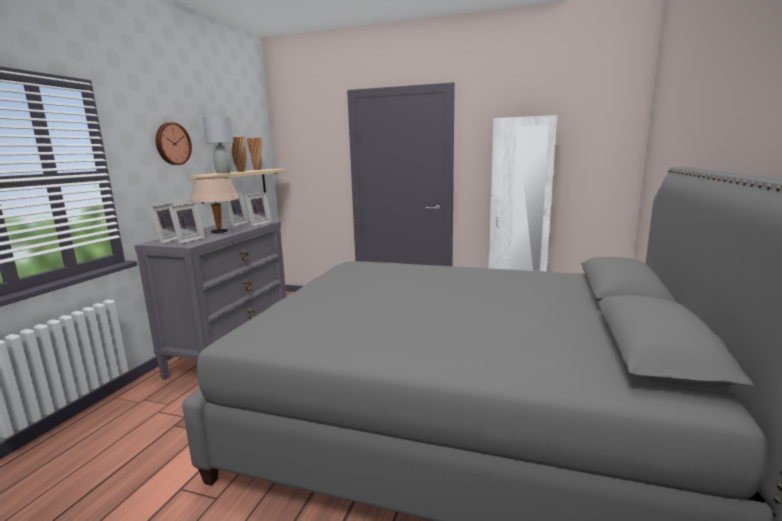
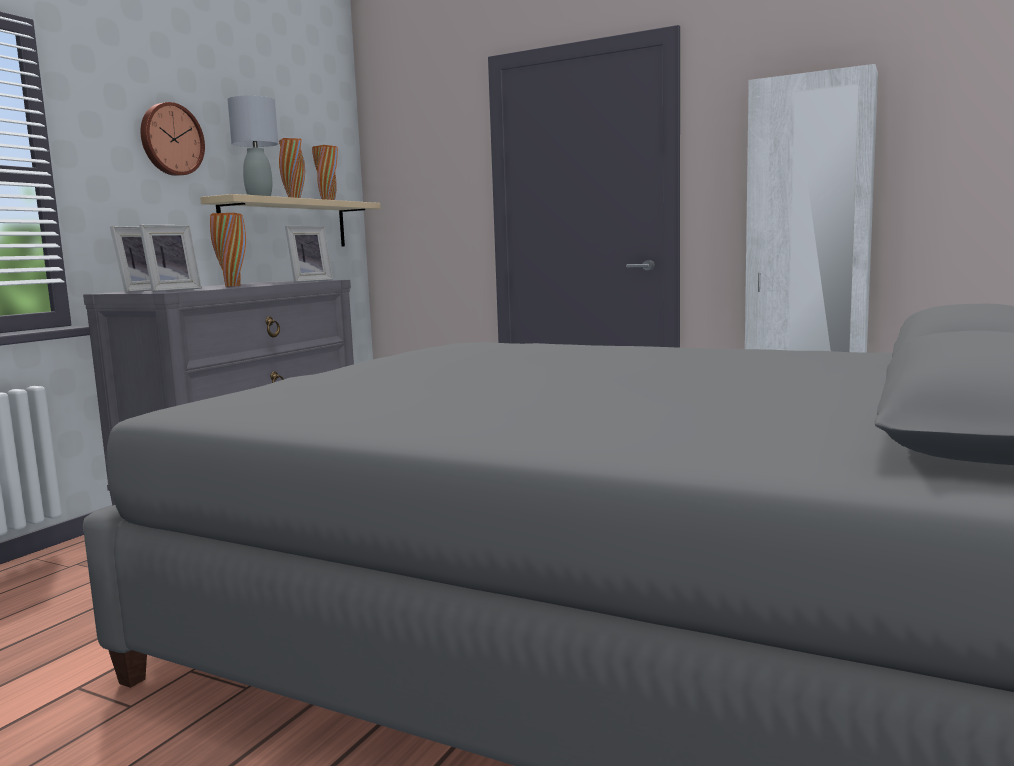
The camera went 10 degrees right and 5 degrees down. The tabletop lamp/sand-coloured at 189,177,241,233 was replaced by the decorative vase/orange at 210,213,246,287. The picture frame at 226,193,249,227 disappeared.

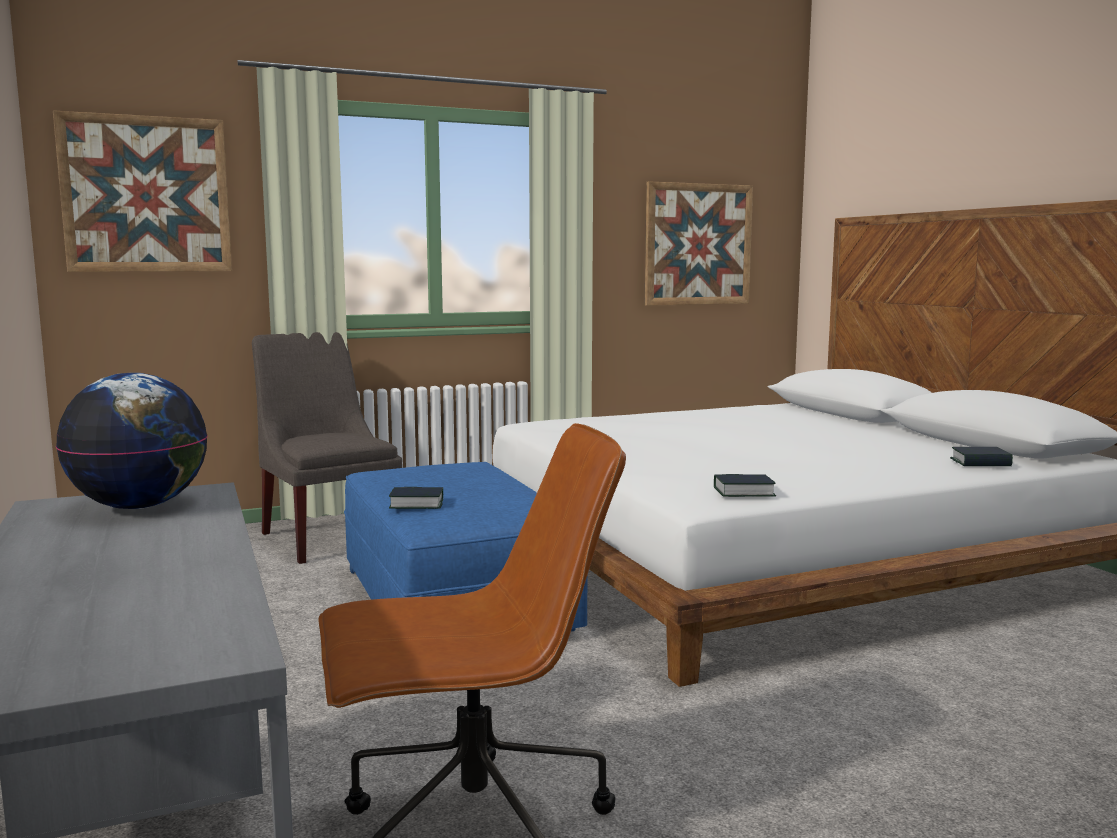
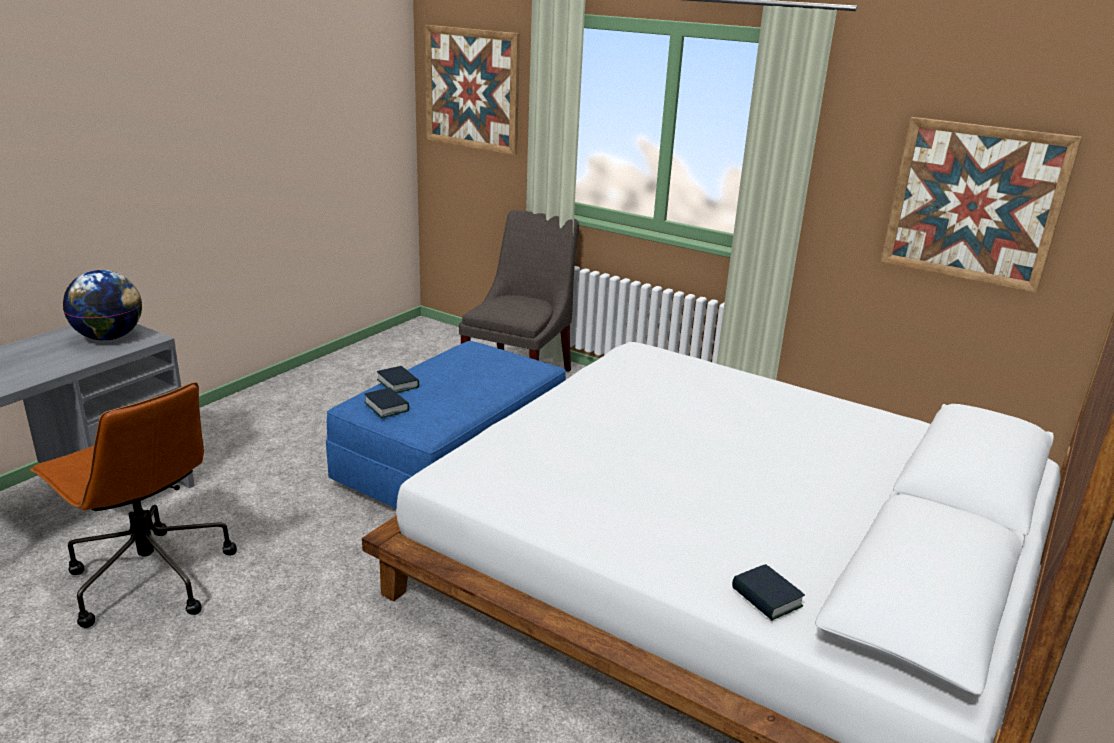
The camera went 55 degrees right and 15 degrees up. The volume moved from 714,474,776,497 to 364,388,409,418.

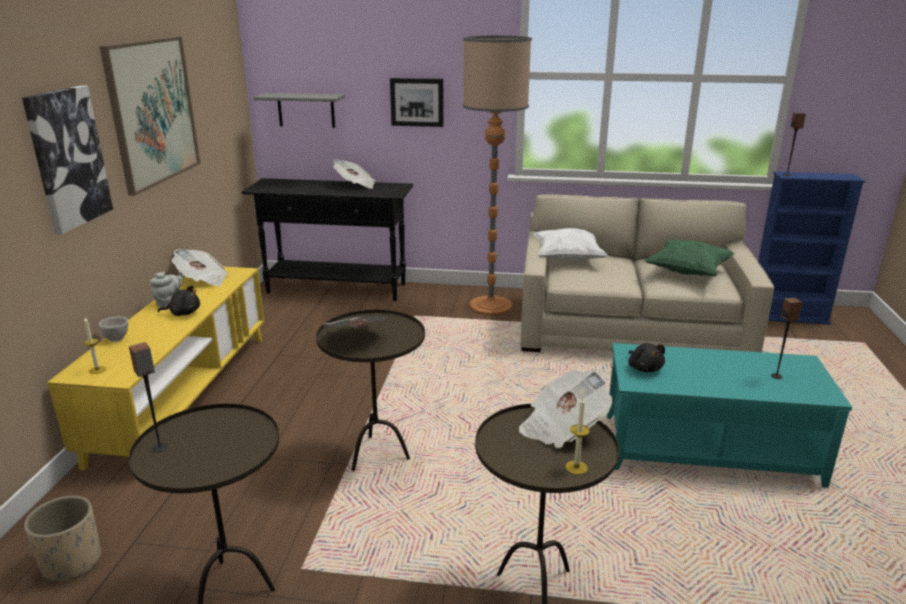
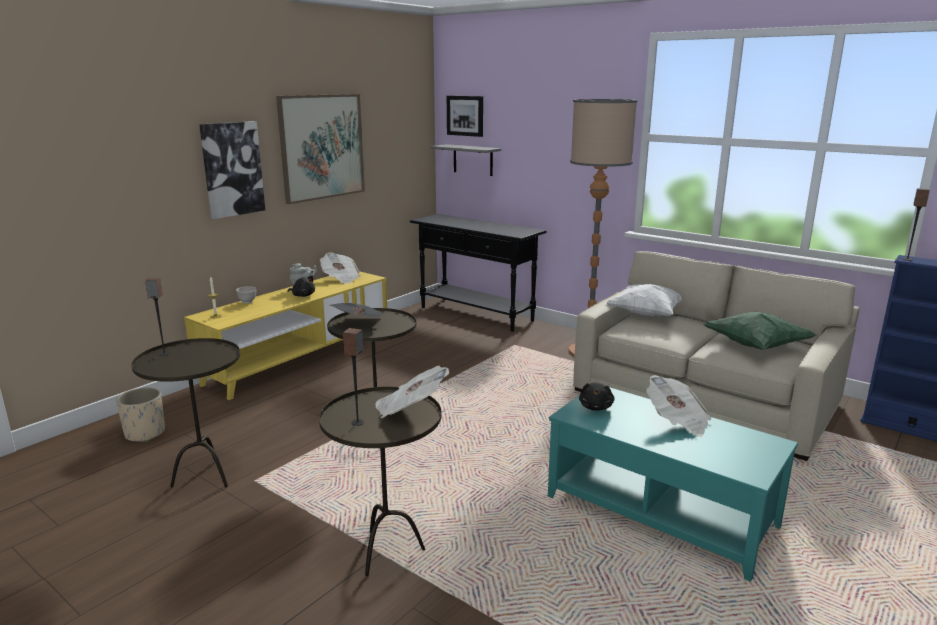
The camera went 30 degrees right and 5 degrees down. The picture moved from 390,78,444,127 to 447,96,483,137. The daily paper moved from 333,159,375,189 to 646,375,711,437. The loudspeaker moved from 771,298,802,379 to 343,328,364,426. The candle at 565,397,590,475 disappeared.

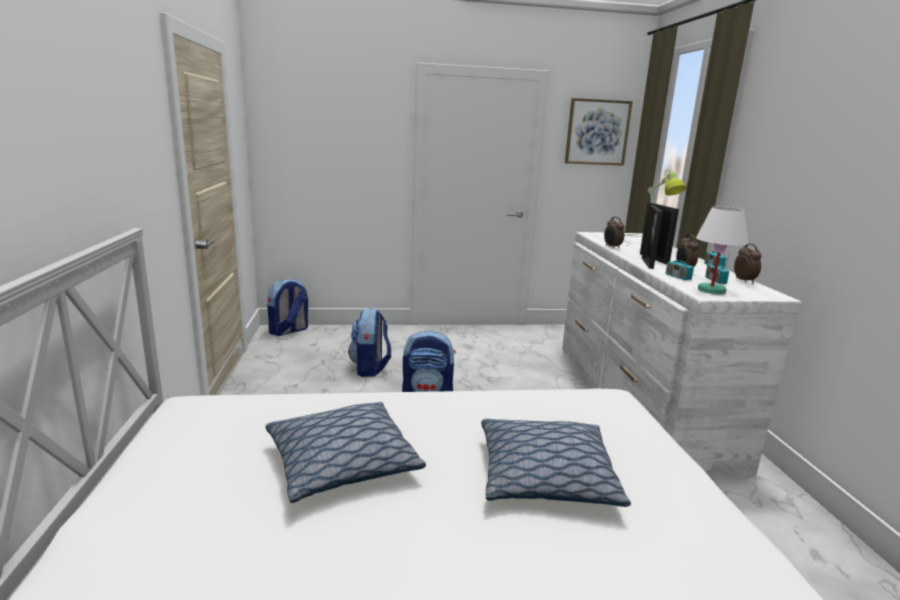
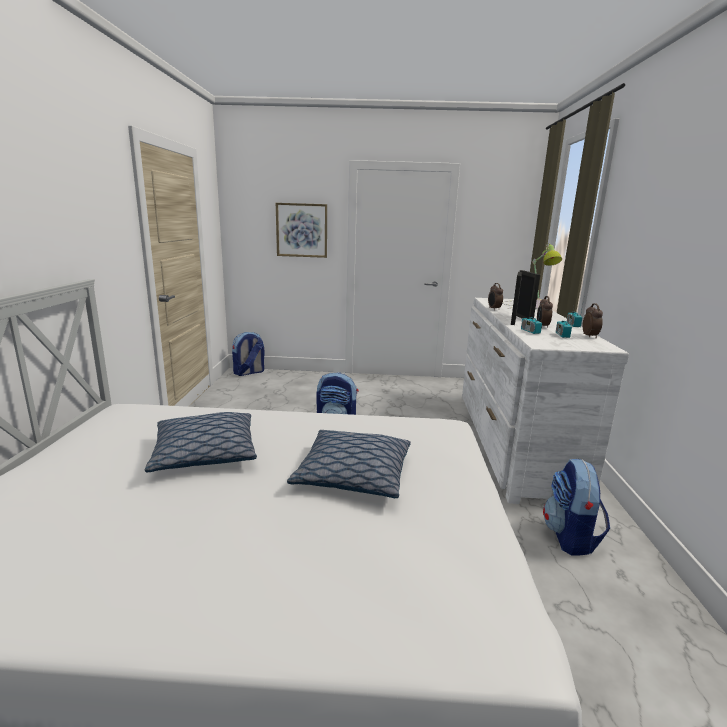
The camera went 10 degrees right and 0 degrees up. The picture moved from 565,98,633,166 to 276,203,327,258. The tabletop lamp/whitish at 696,207,748,294 disappeared. The knapsack moved from 348,308,391,377 to 543,459,610,556.

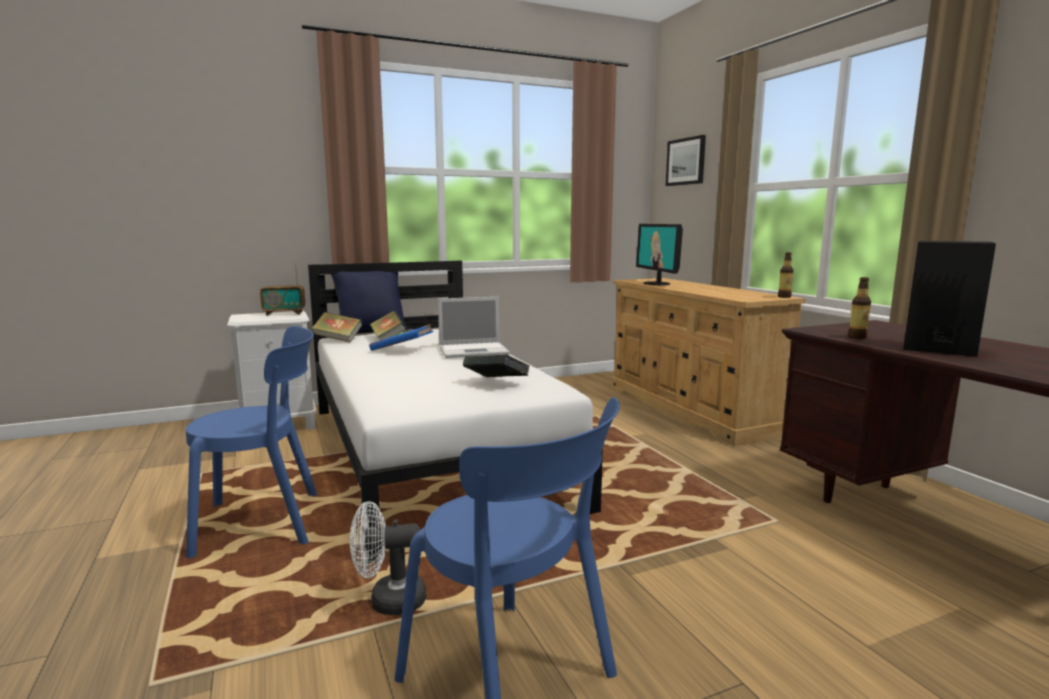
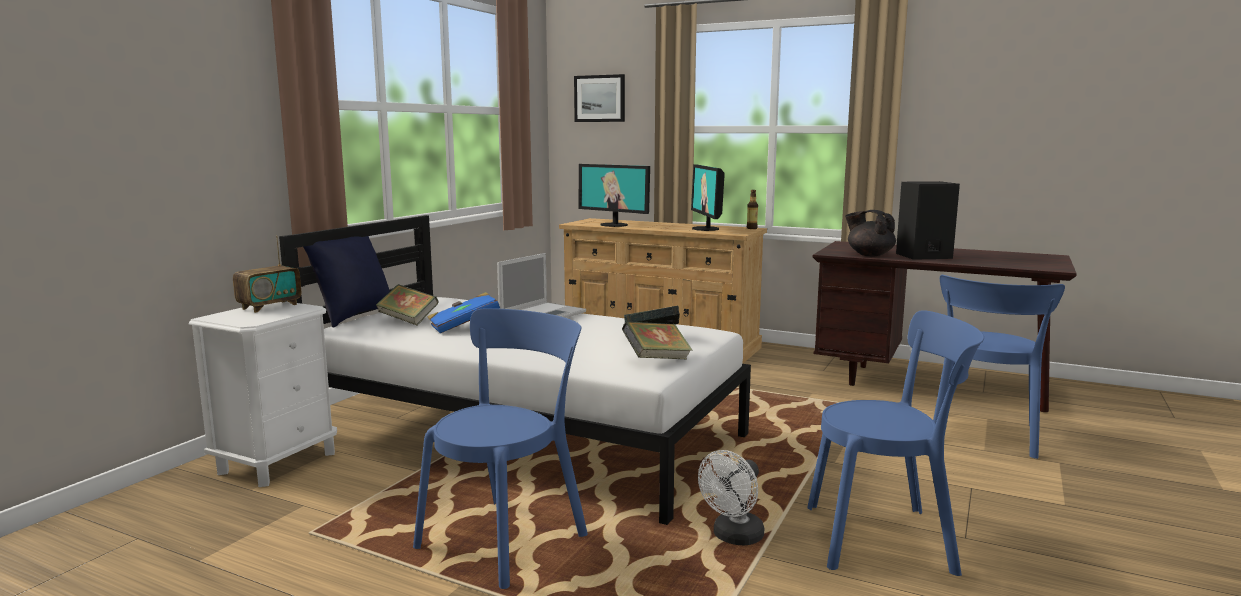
The camera went 40 degrees left and 0 degrees up. The bottle at 848,277,871,339 was replaced by the teapot/black-coloured at 845,210,896,256. The volume moved from 311,312,362,343 to 622,321,693,360. The computer display at 691,164,725,231 appeared. The upright chair/bluish at 933,275,1065,459 appeared.

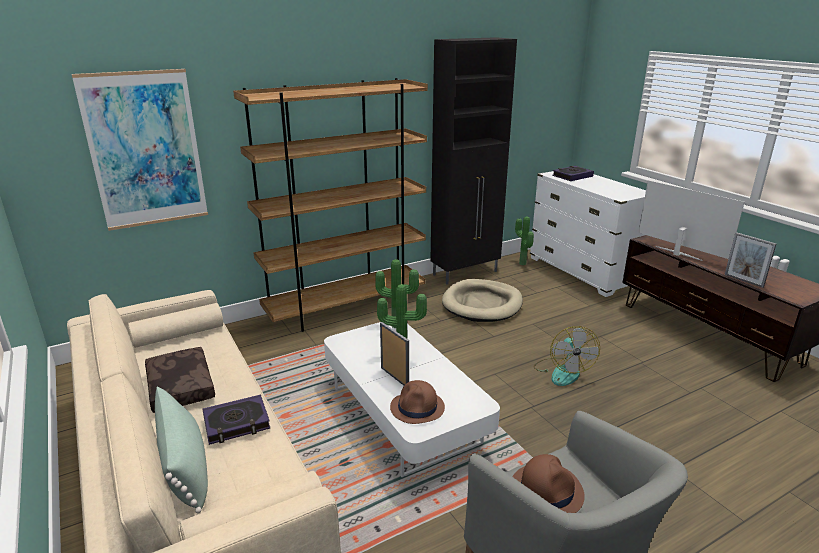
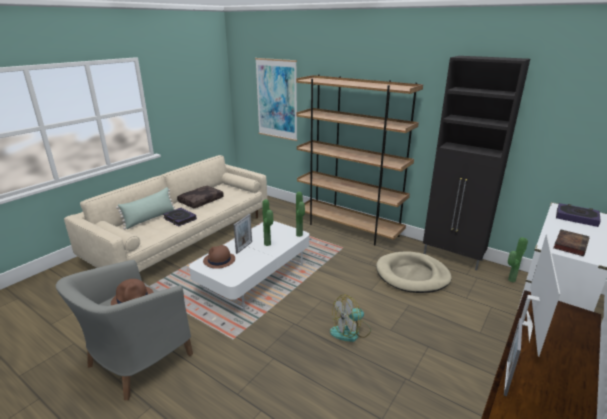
The camera went 65 degrees right and 0 degrees up. The volume at 553,230,589,256 appeared.

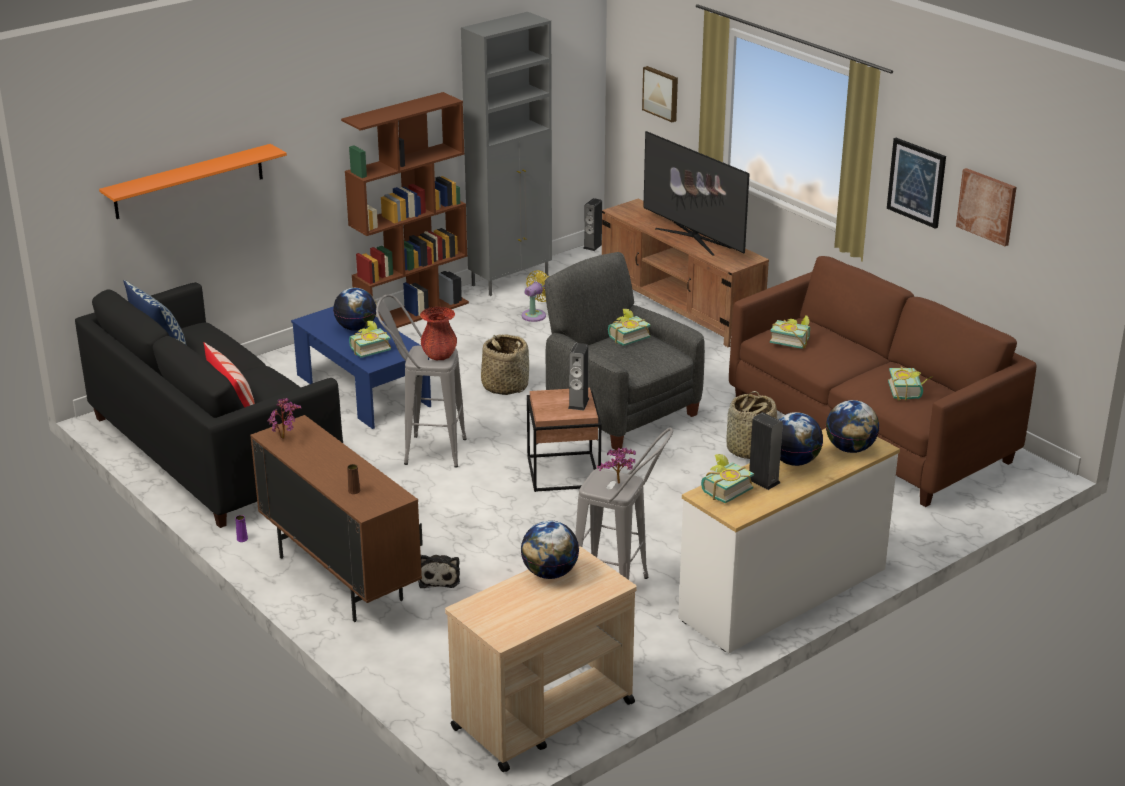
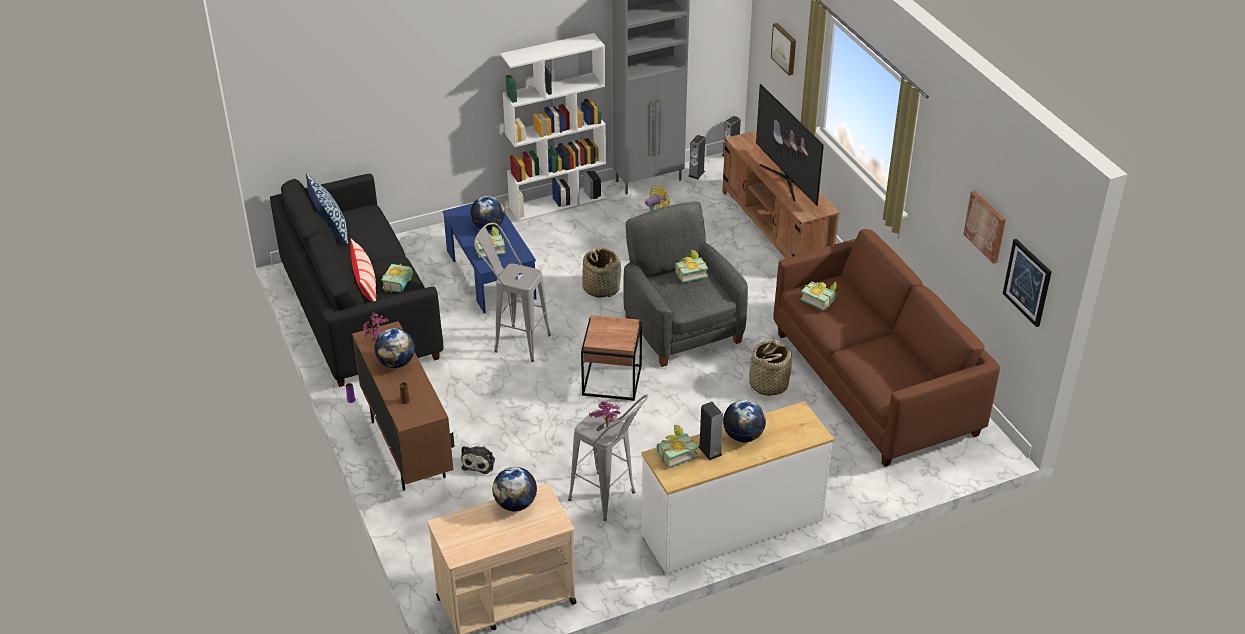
The camera went 15 degrees right and 10 degrees up. The bookcase/brown at 341,92,469,328 became the bookcase/whitish at 500,33,606,222. The picture moved from 887,138,946,229 to 1003,239,1052,327. The wall shelf/orange at 99,144,287,219 disappeared. The decorative vase/red-coloured at 420,307,457,360 disappeared. The loudspeaker moved from 568,343,589,411 to 688,135,705,179. The volume moved from 888,366,931,401 to 381,264,413,292. The desk globe moved from 826,400,879,453 to 374,328,415,368.

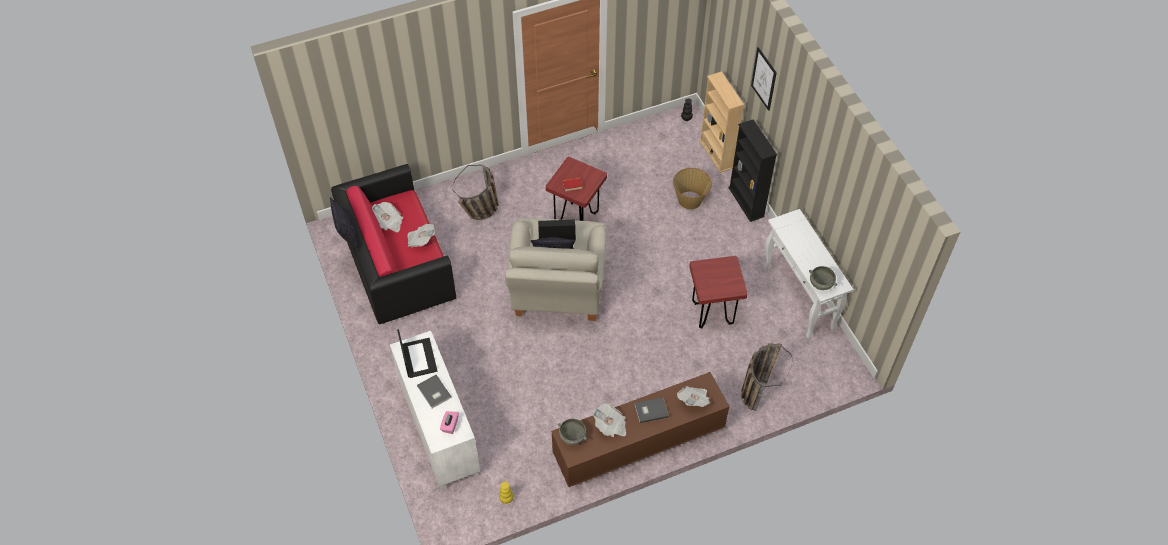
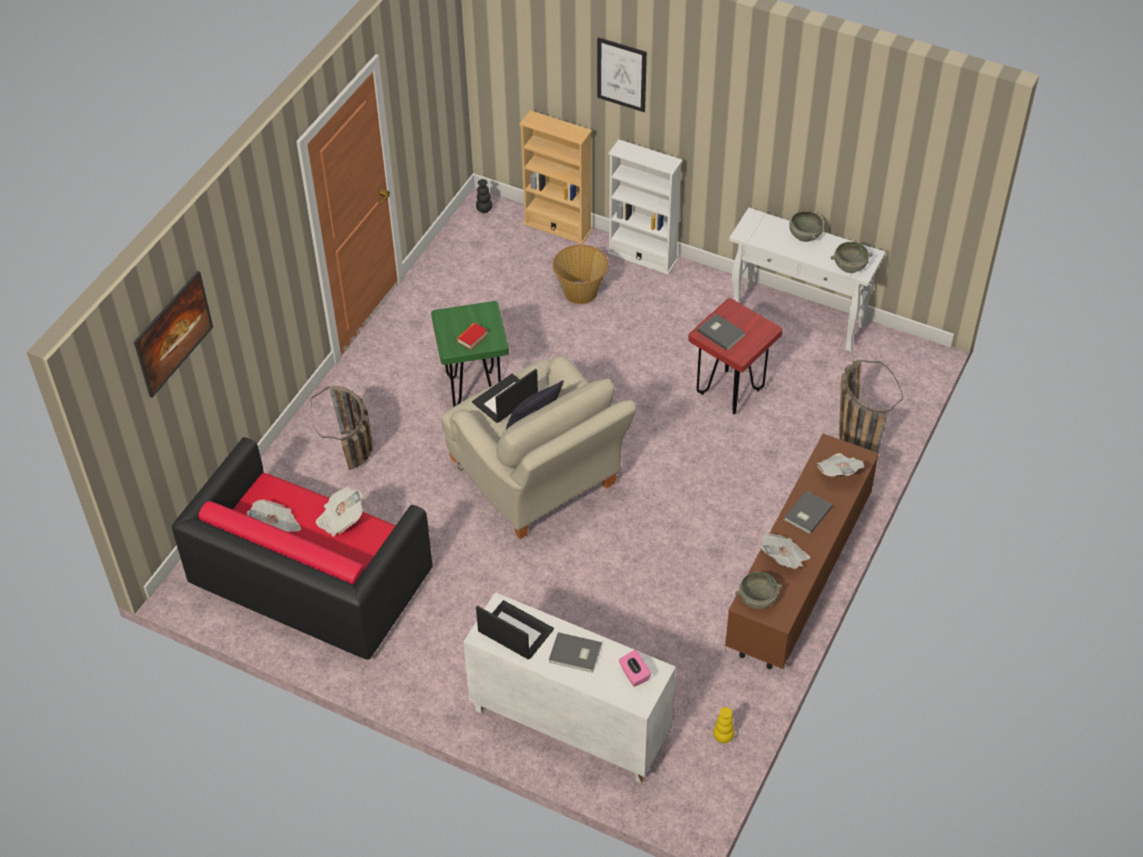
The camera went 40 degrees left and 5 degrees down. The bookcase/black-coloured at 728,120,777,222 became the bookcase/whitish at 607,139,683,274. The stool/red-coloured at 546,157,607,221 became the stool/green at 431,301,509,407. The throw pillow at 330,197,360,251 disappeared. The bowl/grey at 789,211,824,242 appeared. The picture at 134,271,213,398 appeared. The volume/grey at 697,314,746,351 appeared.

